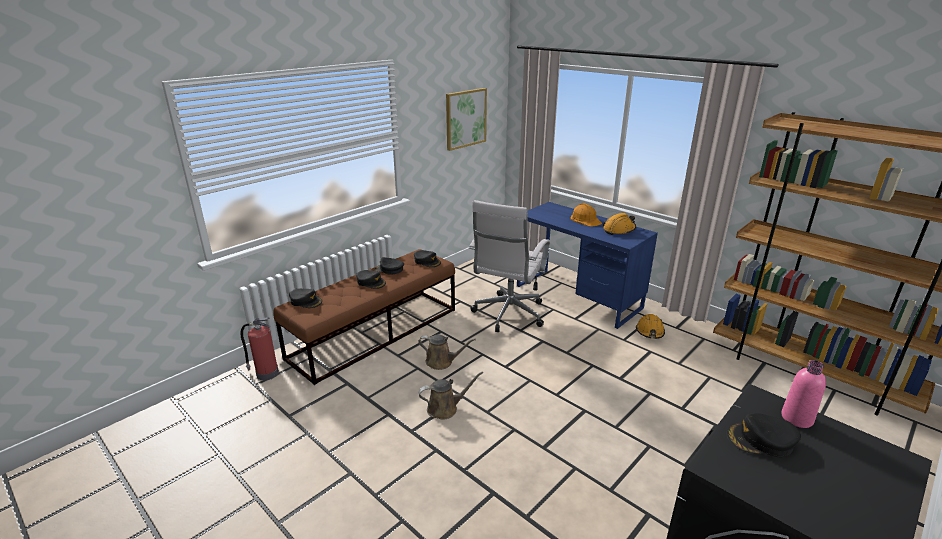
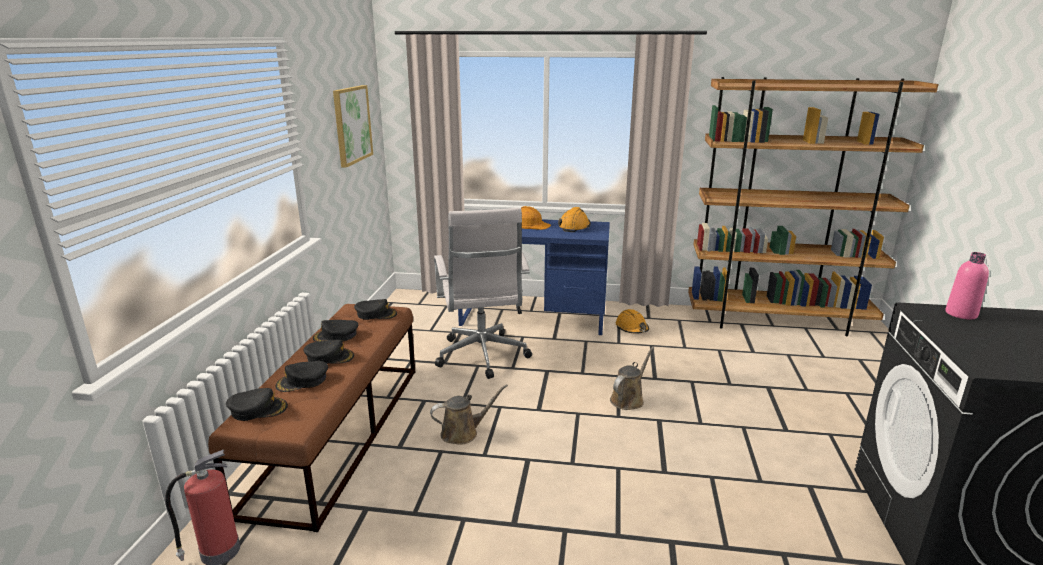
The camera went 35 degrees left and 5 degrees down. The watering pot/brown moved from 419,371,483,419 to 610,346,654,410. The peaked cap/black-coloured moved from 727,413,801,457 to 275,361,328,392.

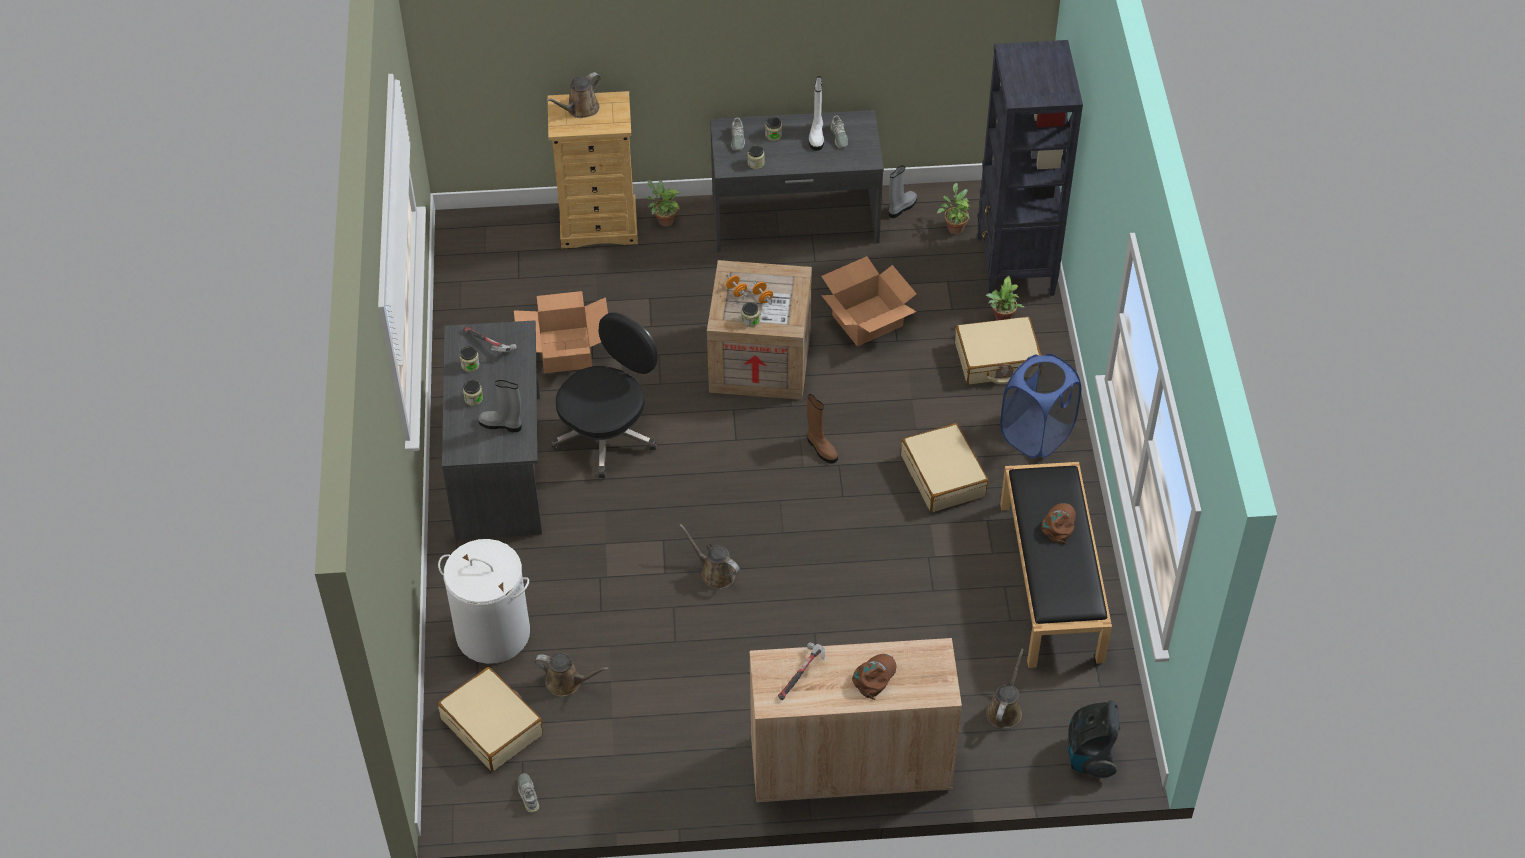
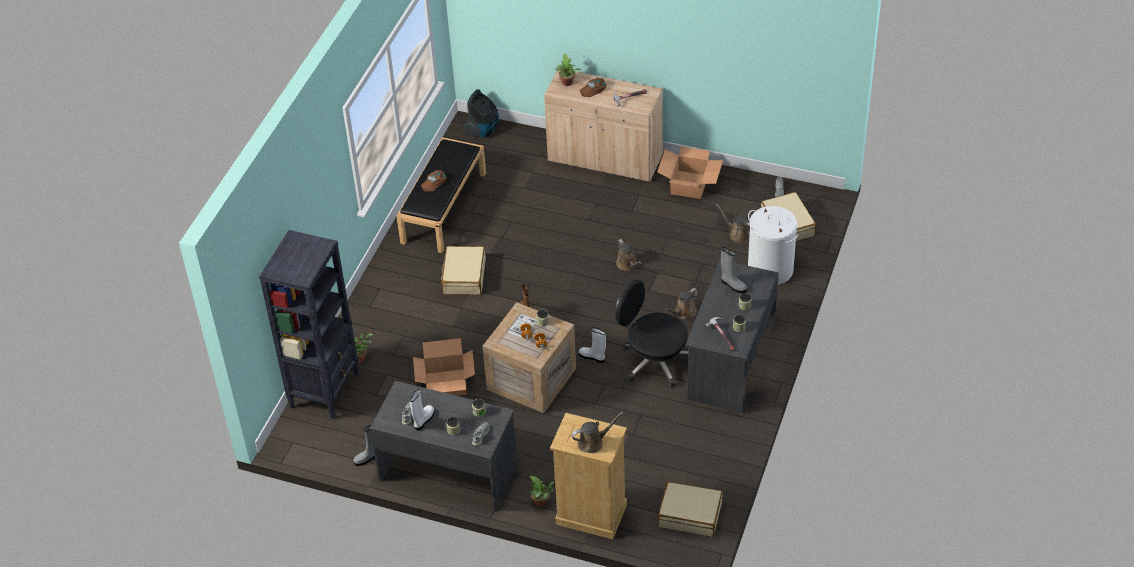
The camera went 155 degrees left and 5 degrees down. The plant in a pot moved from 937,183,971,234 to 555,53,581,86. The packing box moved from 514,291,608,373 to 657,146,723,199. The desk chair/black-coloured at 552,313,658,478 turned 60 degrees clockwise. The suitcase/sand-coloured moved from 955,316,1042,385 to 658,482,723,537. The hamper/bluish at 1000,354,1081,458 disappeared. The watering pot/brown moved from 986,649,1024,729 to 664,288,698,319. The high-top boot/whitish at 579,328,606,363 appeared.

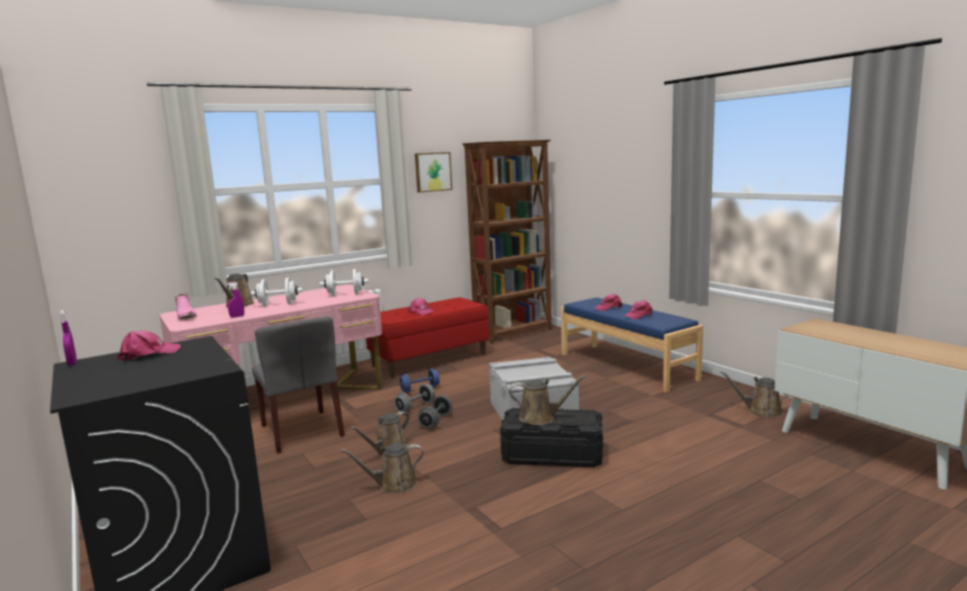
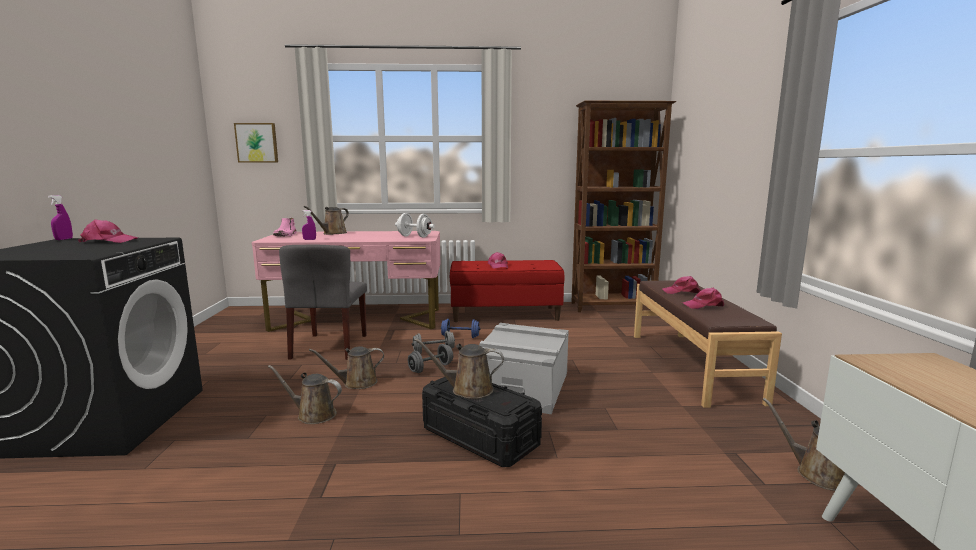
The camera went 30 degrees right and 0 degrees up. The picture moved from 415,152,452,192 to 234,123,278,162. The dumbbell/whitish at 251,278,303,306 disappeared. The bench/bluish at 561,298,703,392 became the bench/brown at 634,281,782,408. The watering pot/brown at 509,375,586,425 turned 150 degrees clockwise.

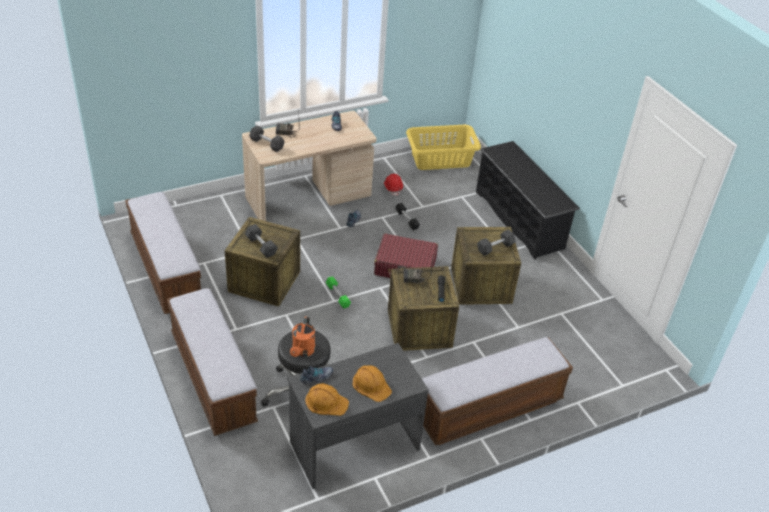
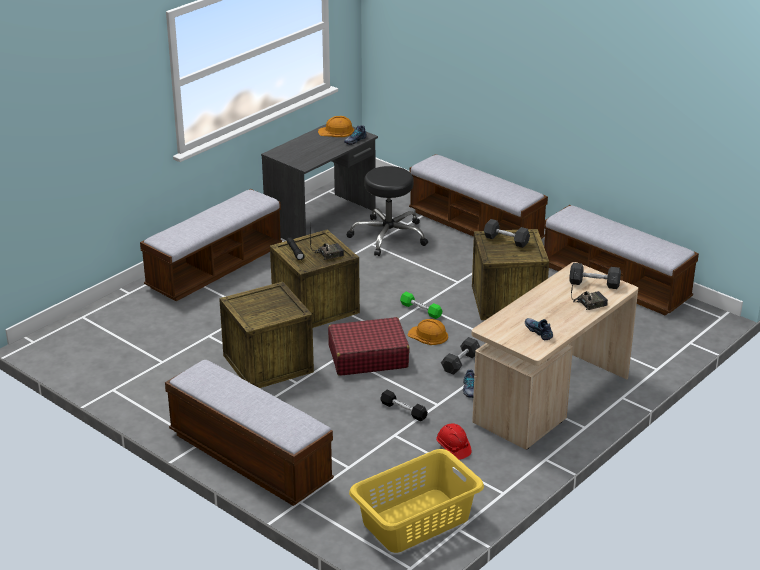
The camera went 160 degrees right and 10 degrees down. The shoe stand/black-coloured at 476,141,580,259 was replaced by the bench at 165,360,334,506. The dumbbell/grey moved from 477,230,515,256 to 441,337,480,375. The watering pot/orange at 290,316,315,357 disappeared. The hard hat/orange moved from 353,365,392,402 to 407,319,448,345.

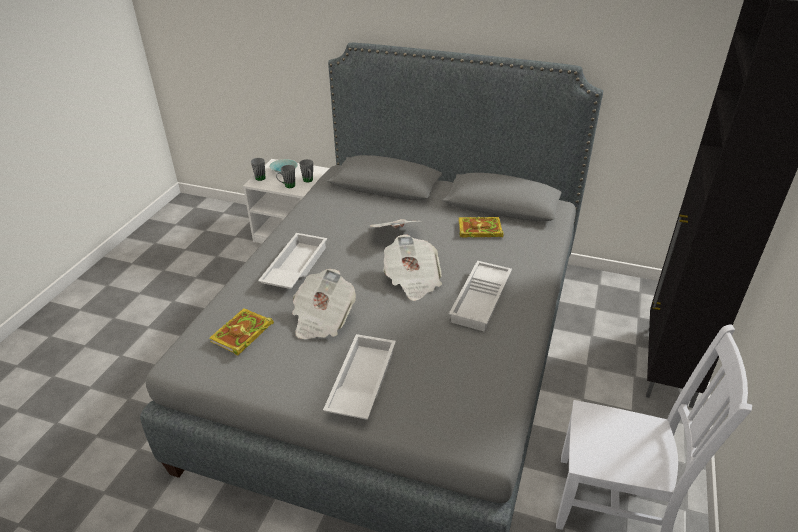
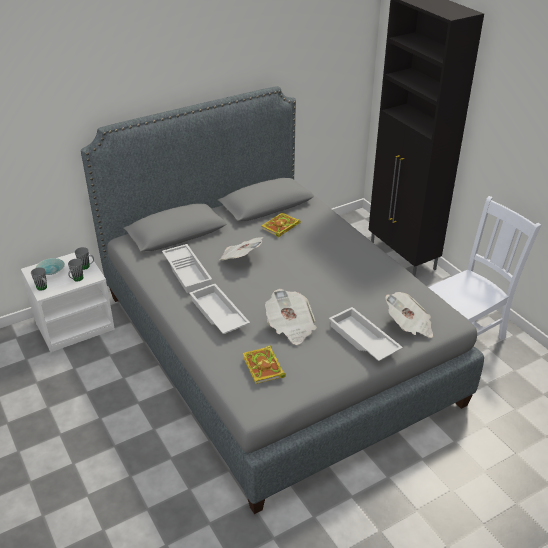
The camera went 50 degrees left and 0 degrees up. The daily paper moved from 383,235,442,301 to 385,292,433,338. The carrying tray/whitish moved from 449,261,512,332 to 162,244,212,293.

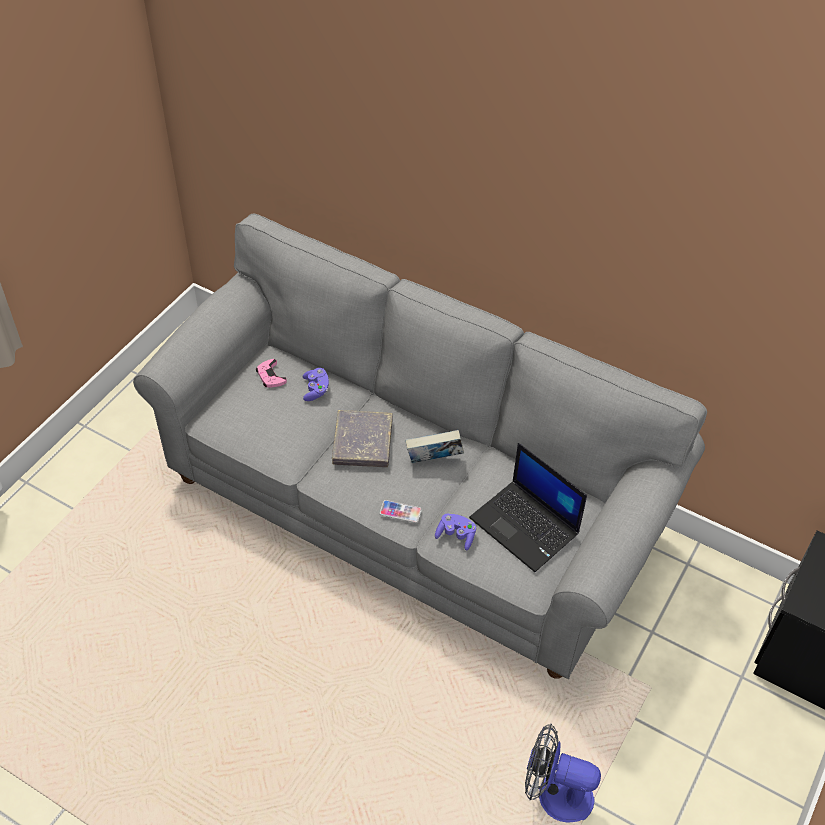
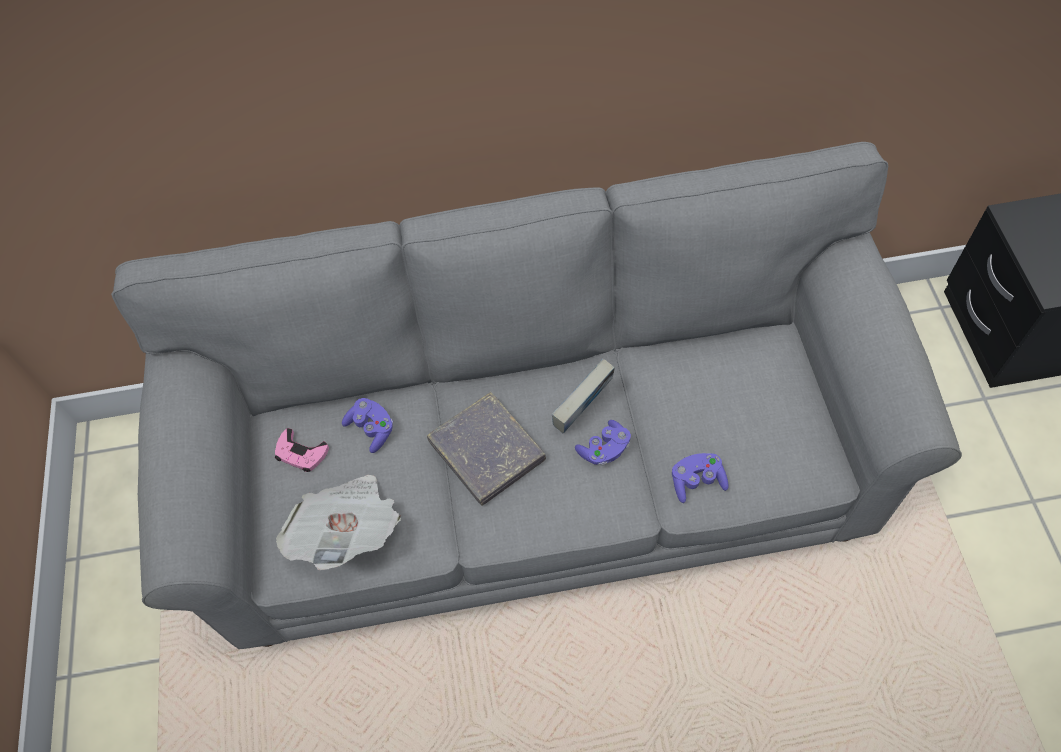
The camera went 35 degrees left and 10 degrees up. The notebook computer at 469,443,587,572 disappeared. The telephone at 380,500,422,523 disappeared. The fan at 525,724,601,822 disappeared. The gamepad/purple-coloured at 575,420,631,466 appeared. The daily paper at 276,475,401,570 appeared.

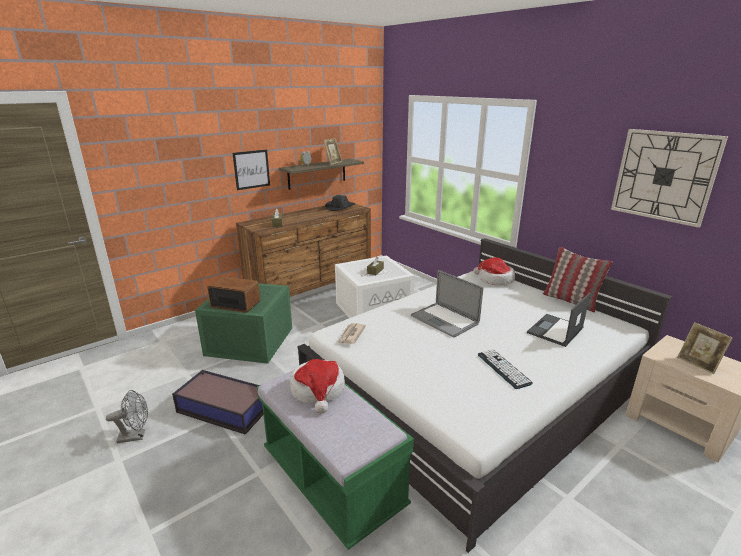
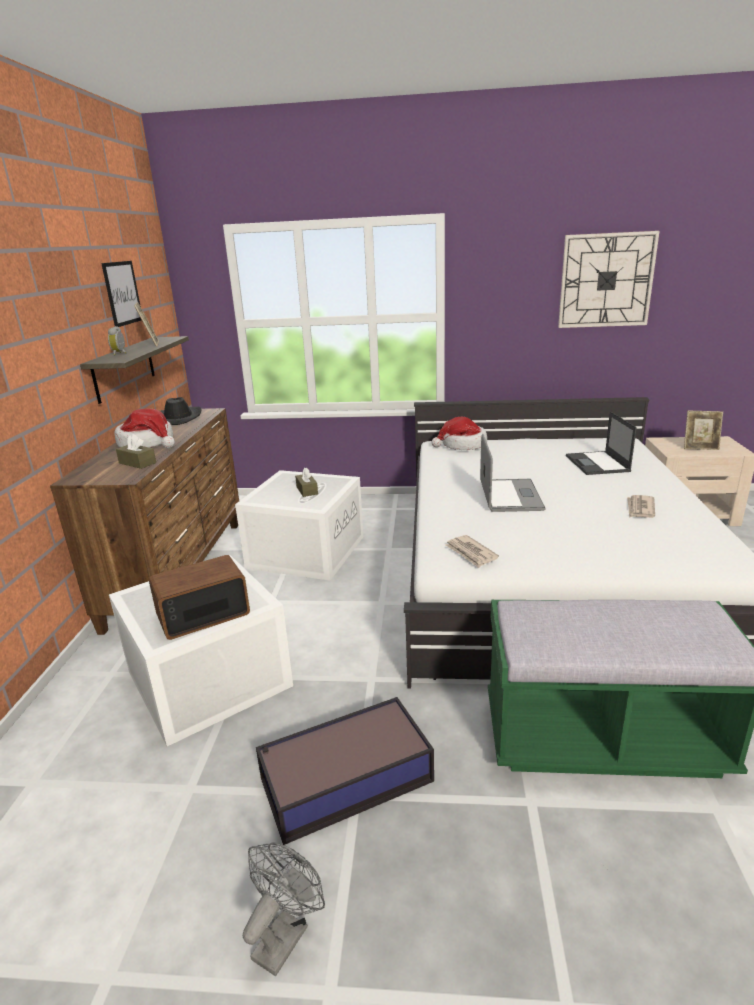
The camera went 45 degrees left and 0 degrees up. The picture moved from 233,150,270,190 to 101,261,141,327. The throw pillow at 543,247,612,312 disappeared. The notebook computer at 411,270,483,337 turned 90 degrees counterclockwise. The storage container/green at 195,283,292,364 became the storage container/whitish at 109,555,293,746. The keyboard at 478,349,533,389 was replaced by the daily paper at 627,495,655,518. The wearable hat moved from 290,359,345,414 to 114,408,175,448.

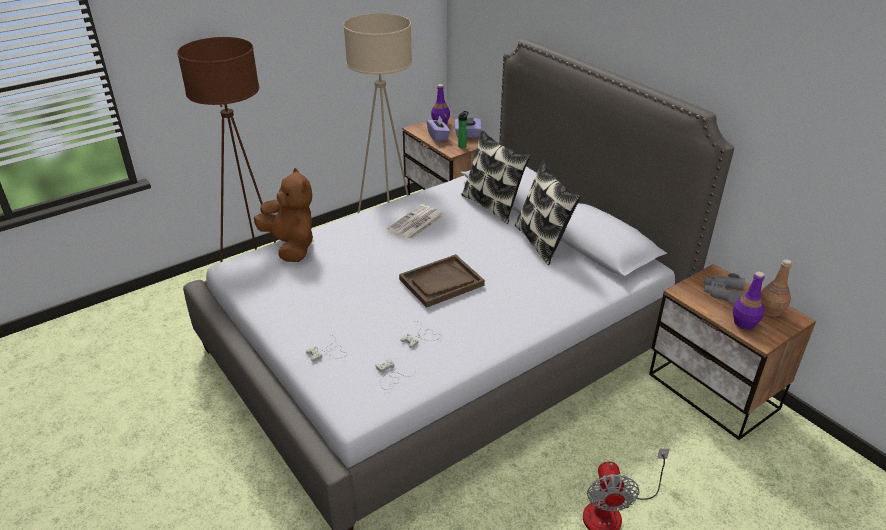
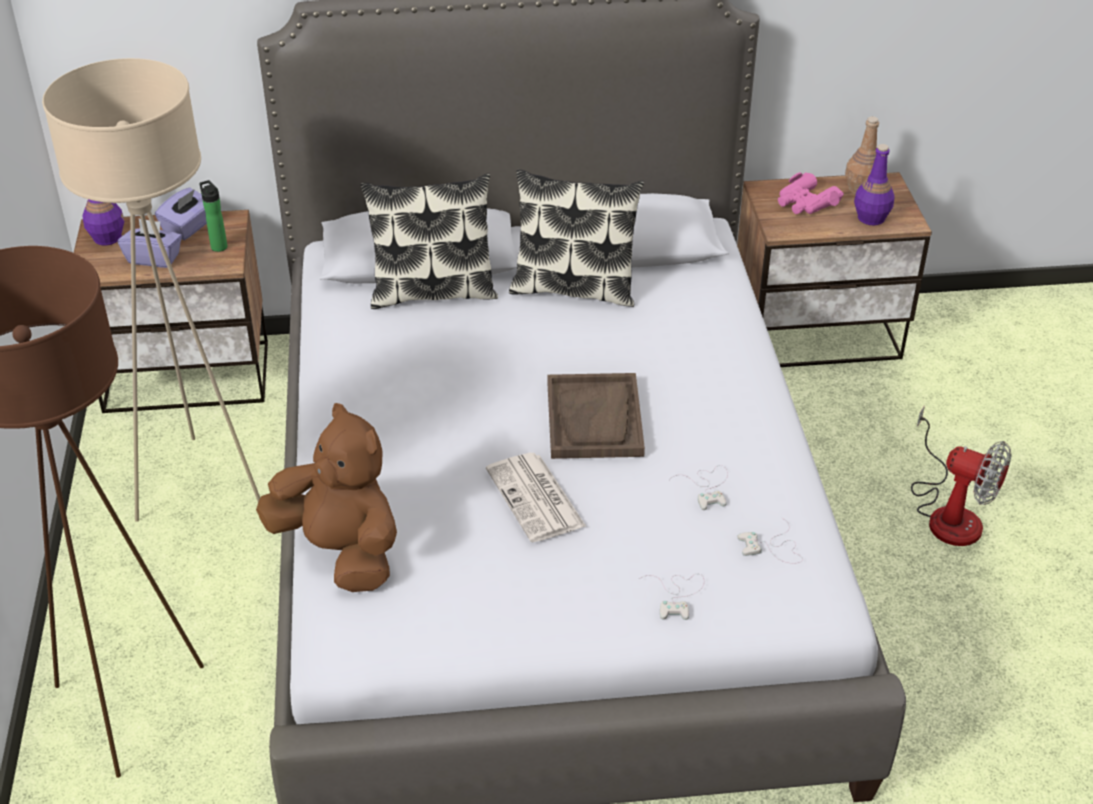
The camera went 60 degrees left and 5 degrees up. The soft toy/brown at 254,168,313,262 turned 45 degrees clockwise. The daily paper moved from 387,205,444,240 to 486,453,586,542. The field glasses/grey at 704,273,745,303 became the field glasses/pink at 778,172,844,214.

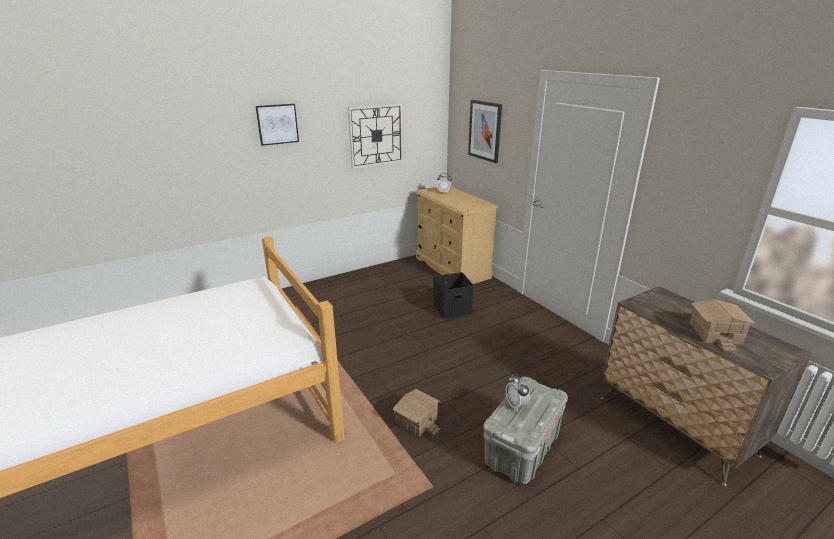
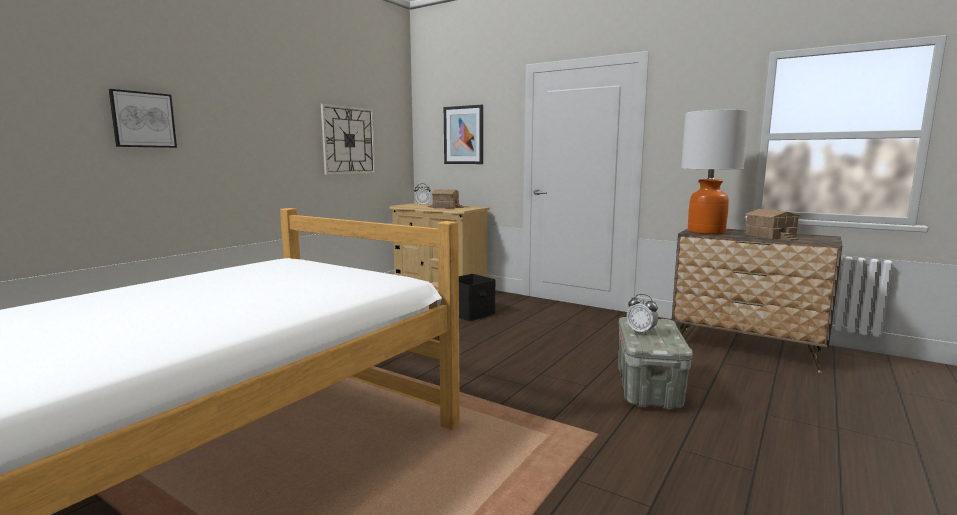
The camera went 25 degrees left and 15 degrees down. The picture moved from 255,104,299,146 to 108,89,177,148. The model house moved from 392,389,440,437 to 428,189,464,209. The tabletop lamp at 681,110,749,235 appeared.

